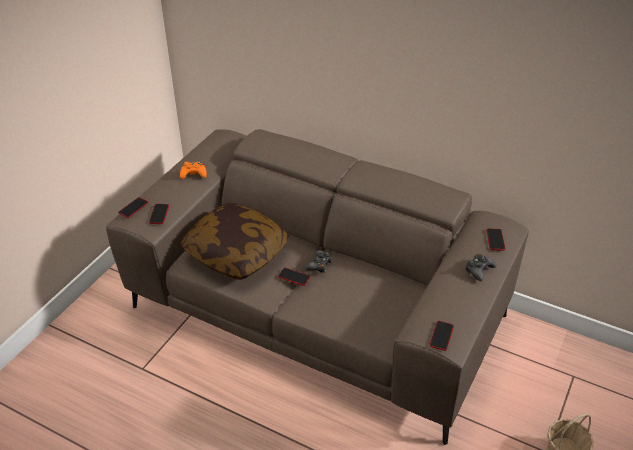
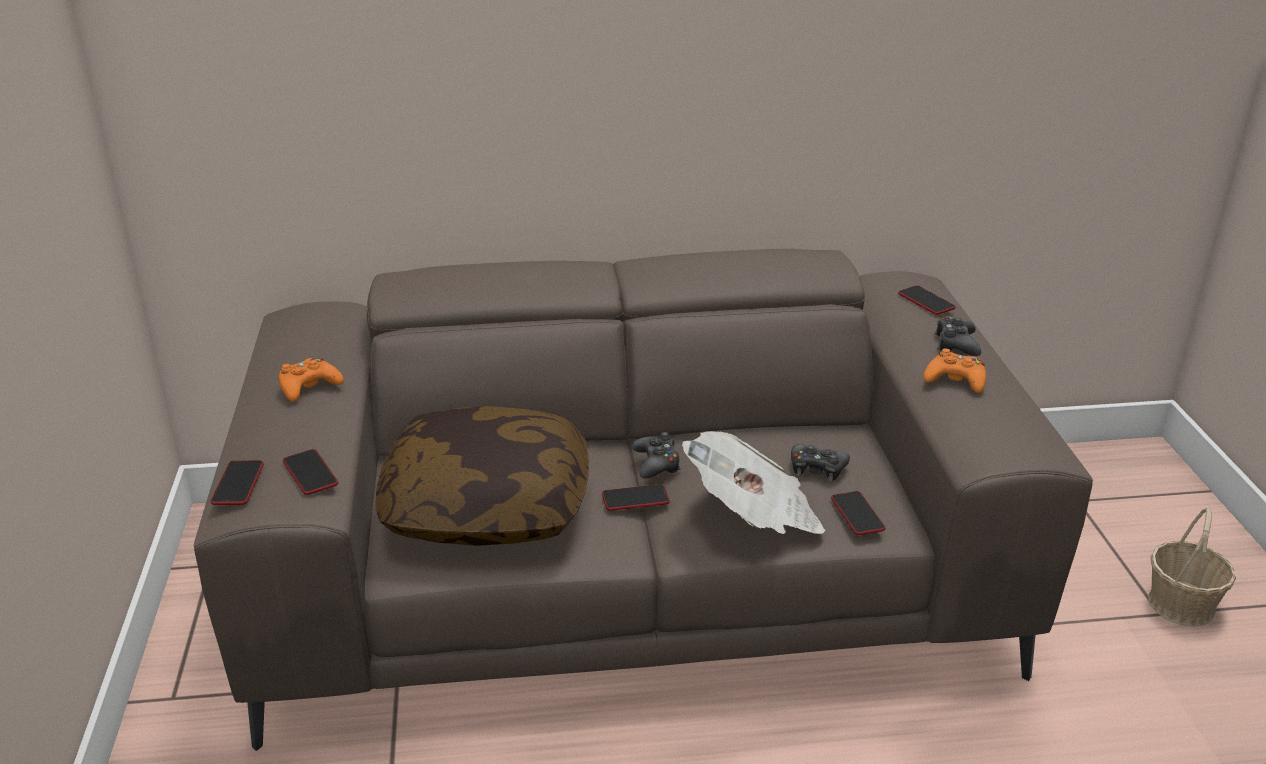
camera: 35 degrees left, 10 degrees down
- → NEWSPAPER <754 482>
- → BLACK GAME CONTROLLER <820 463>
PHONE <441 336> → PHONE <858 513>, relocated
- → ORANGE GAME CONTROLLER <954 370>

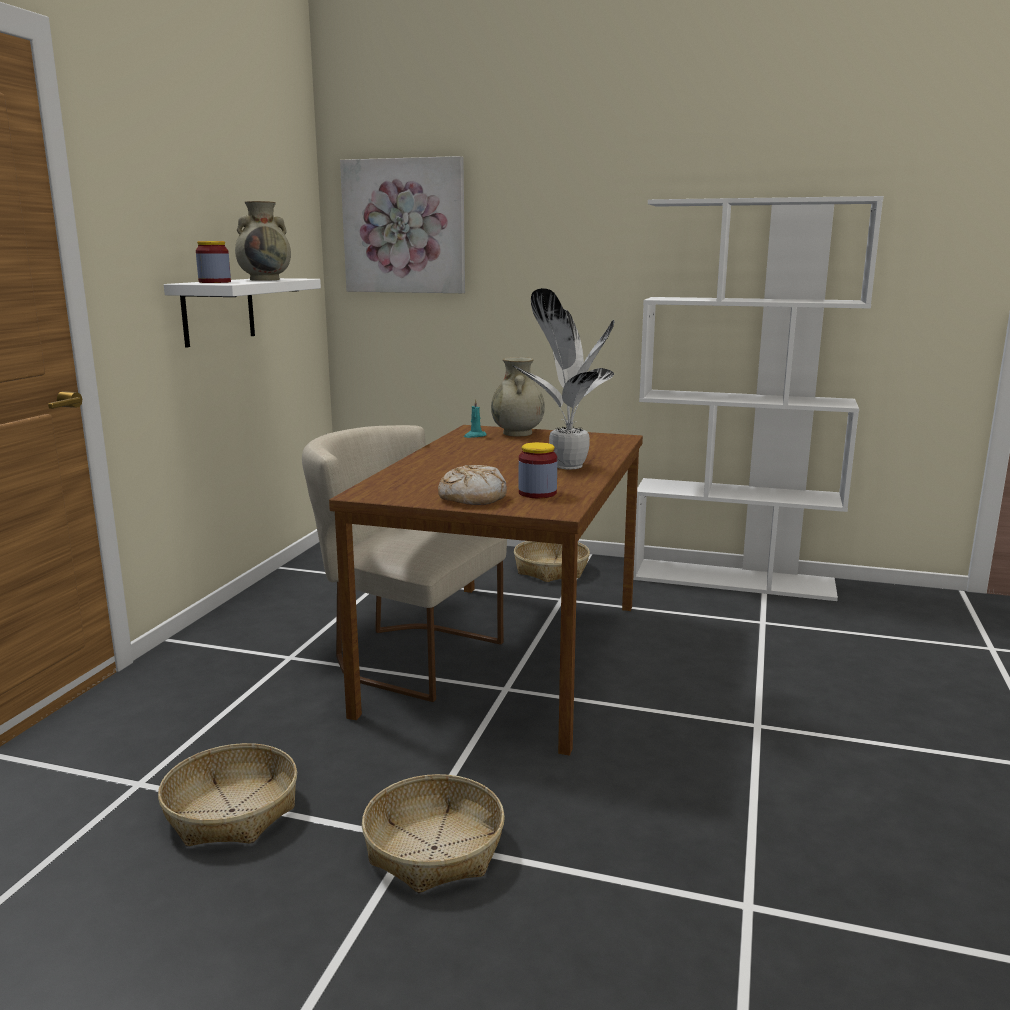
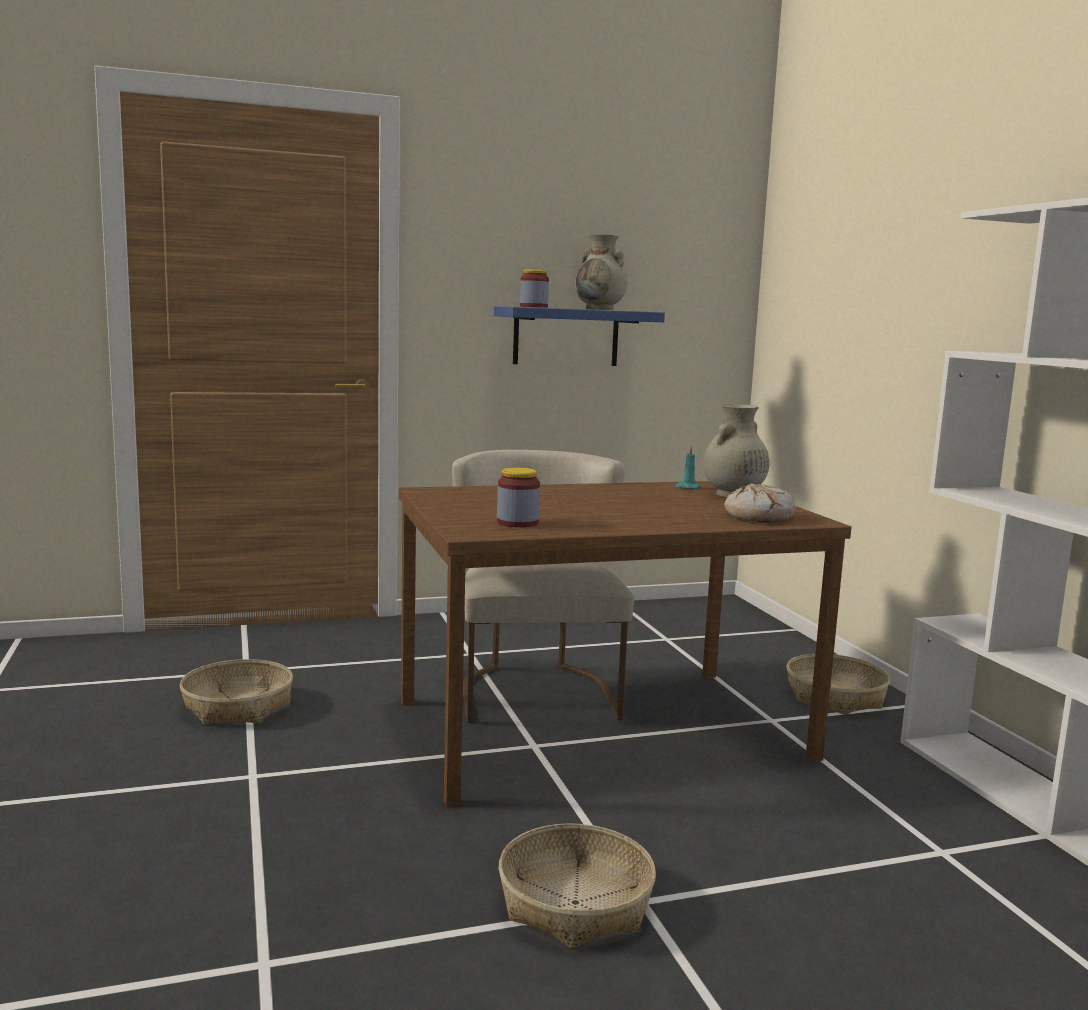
camera: 55 degrees right, 5 degrees down
WHITE SHELF <242 313> → BLUE SHELF <579 336>
BASKET <433 833> → BASKET <577 886>, relocated
BREAD <472 485> → BREAD <759 502>, relocated
PICTURE <402 224> → -
POTTED PLANT <563 379> → -

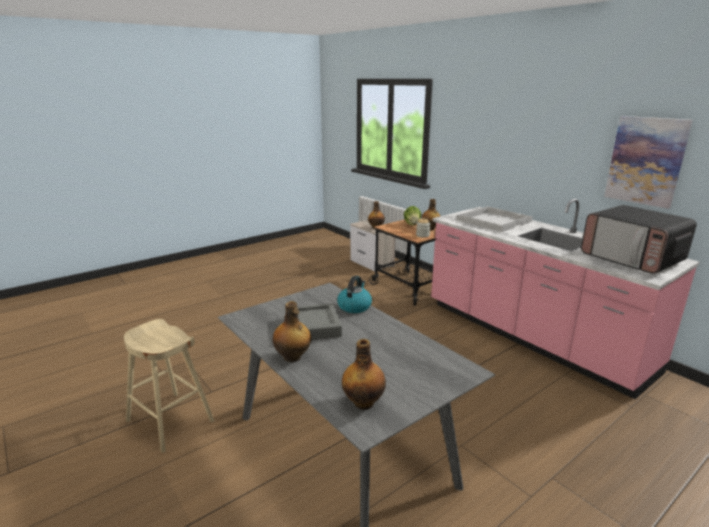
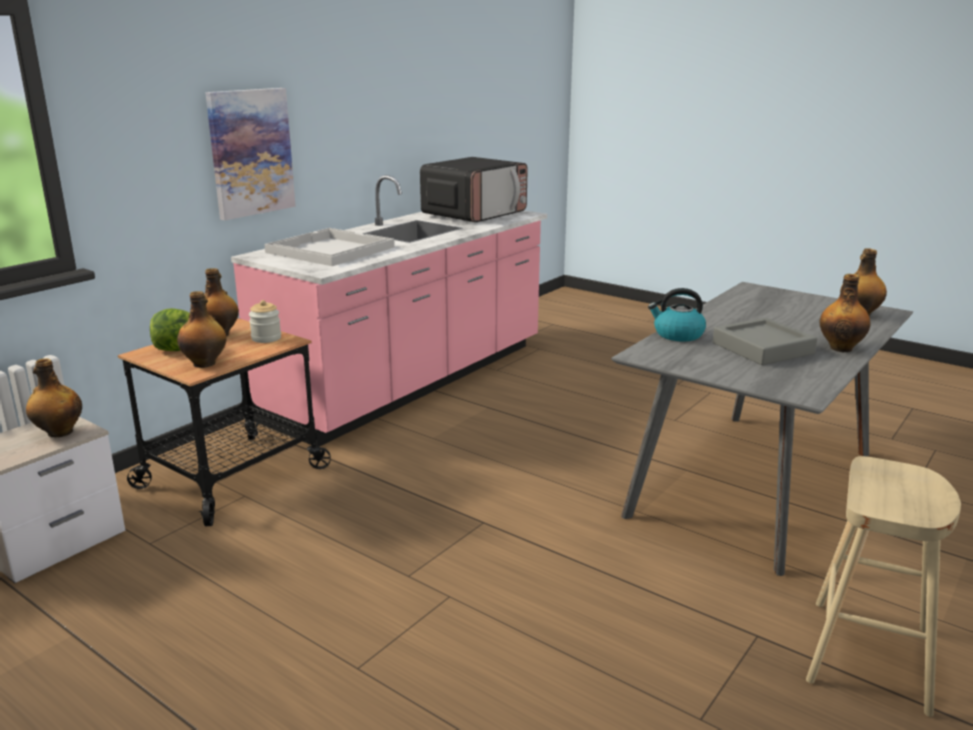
camera: 105 degrees left, 0 degrees up
- → BOTTLE <201 329>
PICTURE <648 162> → PICTURE <250 154>, relocated

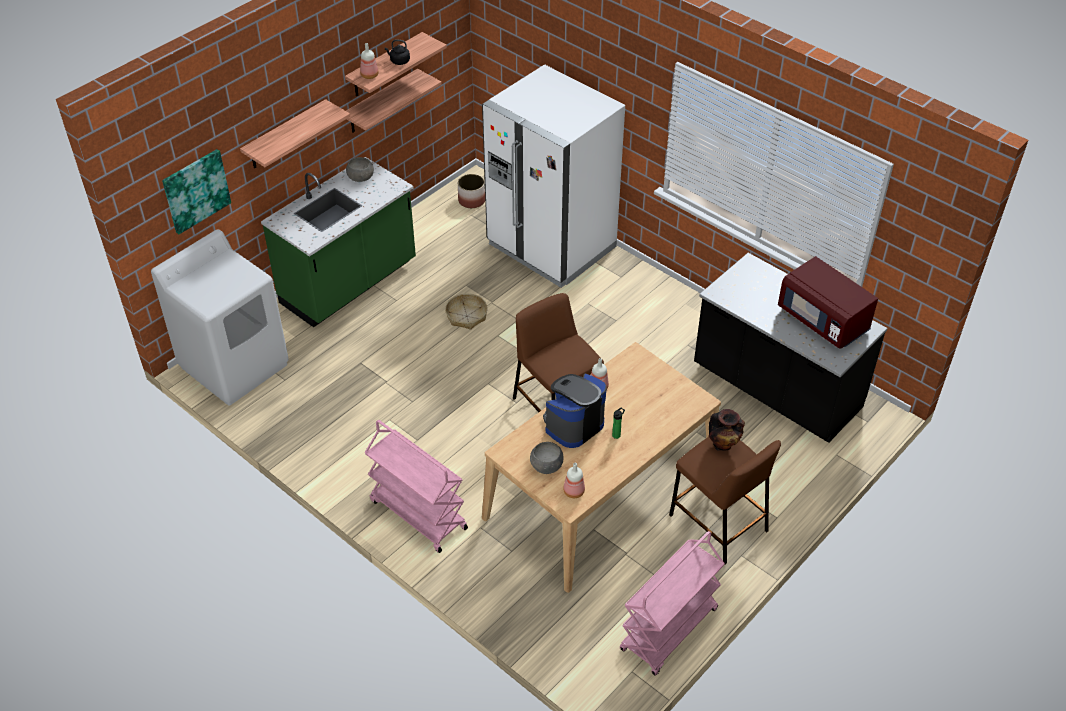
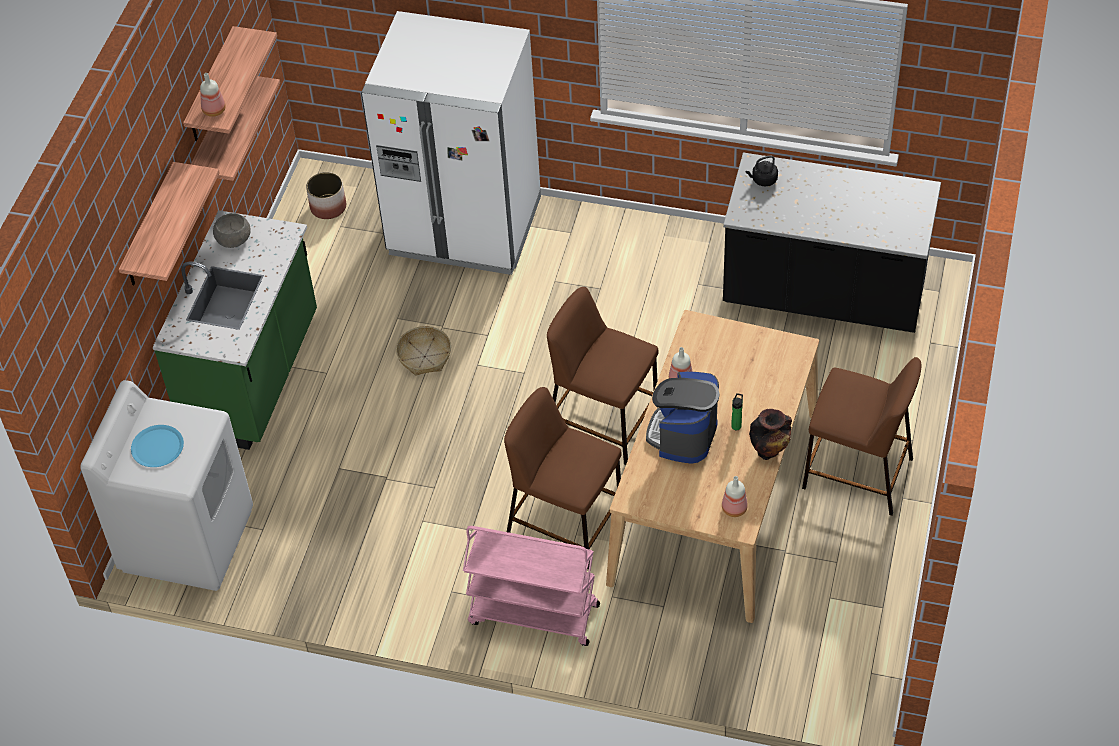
camera: 25 degrees left, 5 degrees up
- → BLUE PLATE <157 446>
- → BROWN STOOL <563 478>
BLACK KETTLE <397 52> → BLACK KETTLE <761 170>, relocated
VASE <727 430> → VASE <770 434>, relocated
PICTURE <196 191> → -
GREY BOWL <547 458> → -
PINK CART <672 603> → -
RED MICROWAVE <828 302> → -

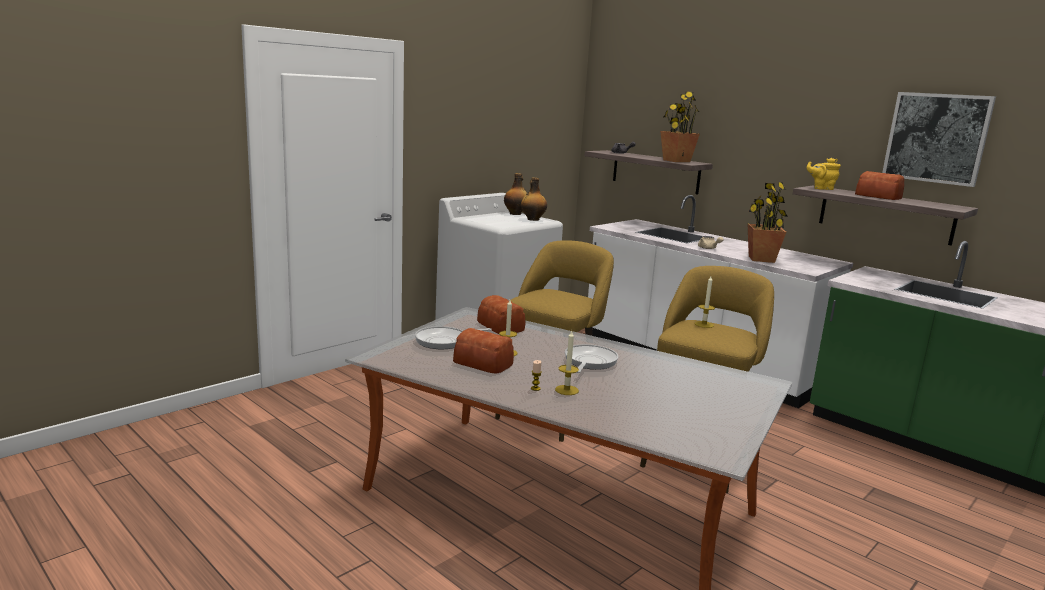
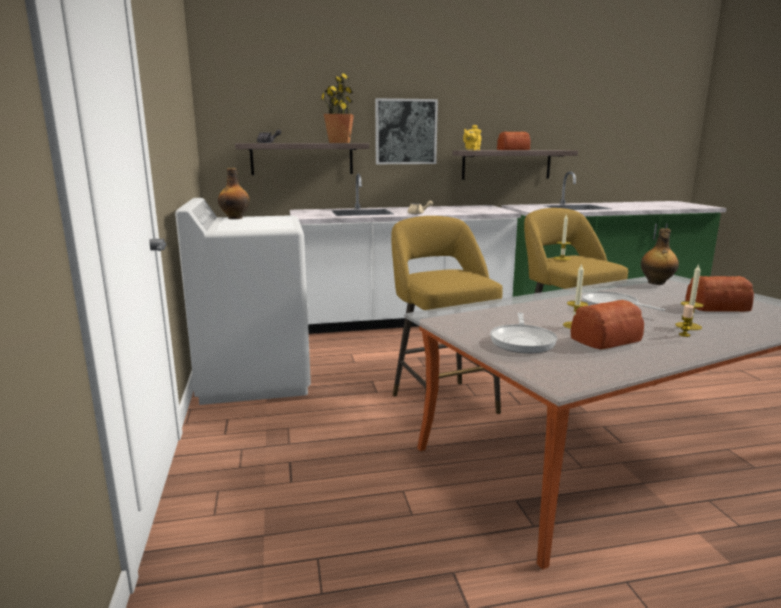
camera: 55 degrees left, 0 degrees up
PICTURE <939 139> → PICTURE <406 131>, relocated
BOTTLE <534 199> → BOTTLE <660 257>, relocated
BREAD <501 314> → BREAD <719 294>, relocated
POTTED PLANT <768 222> → -

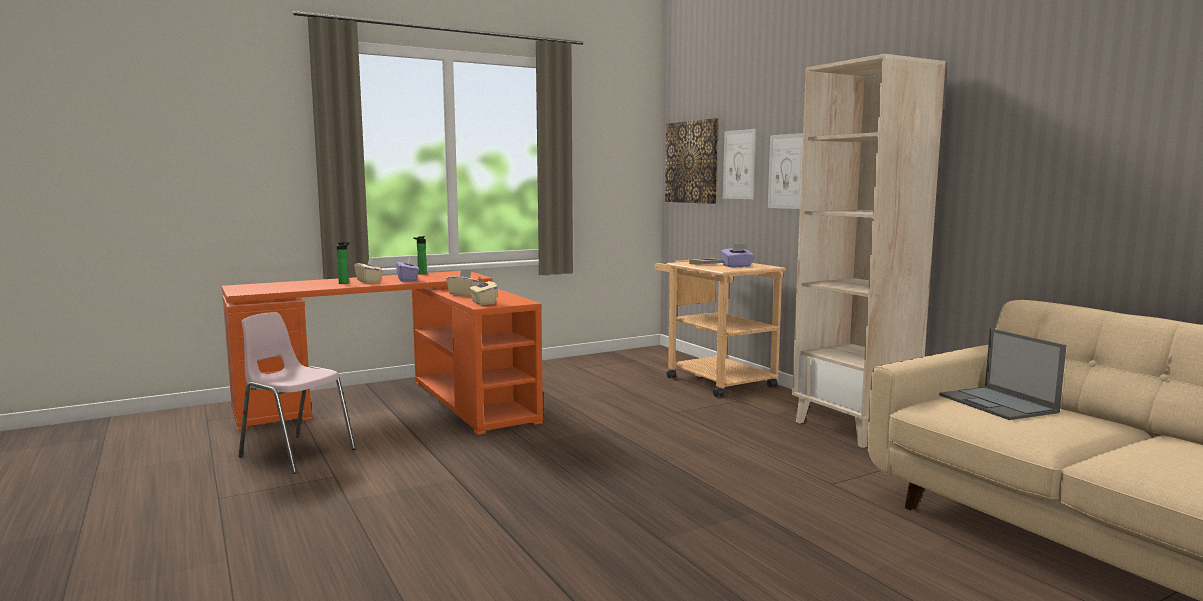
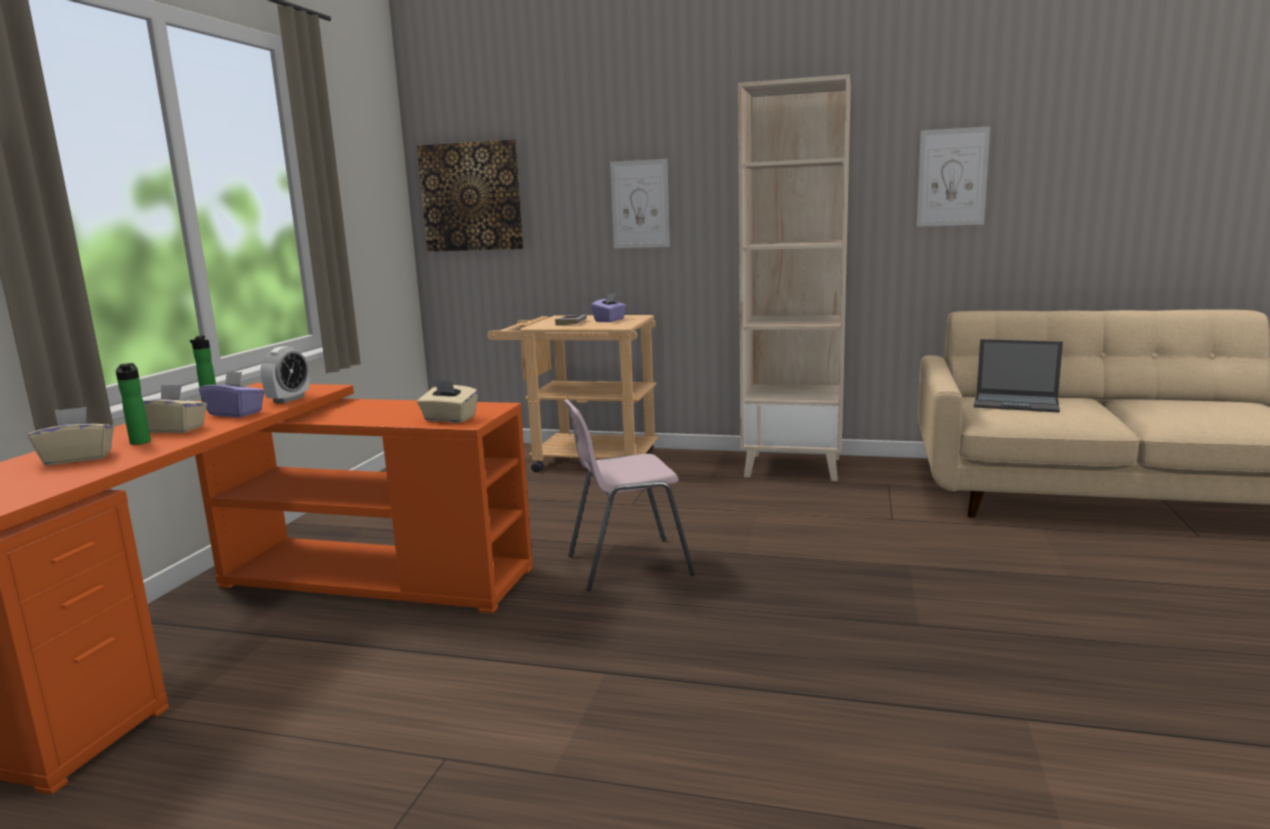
camera: 45 degrees left, 5 degrees up
BEIGE TISSUE BOX <464 282> → BEIGE TISSUE BOX <71 436>, relocated
- → ALARM CLOCK <285 374>
PINK CHAIR <297 393> → PINK CHAIR <629 495>, relocated
PICTURE <739 164> → PICTURE <953 176>, relocated

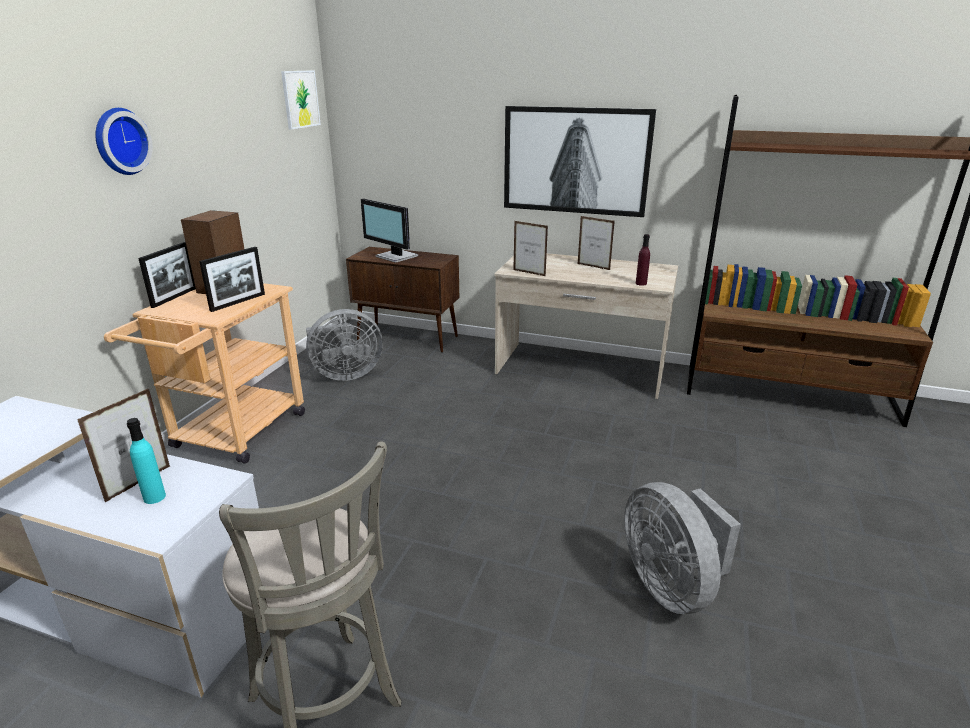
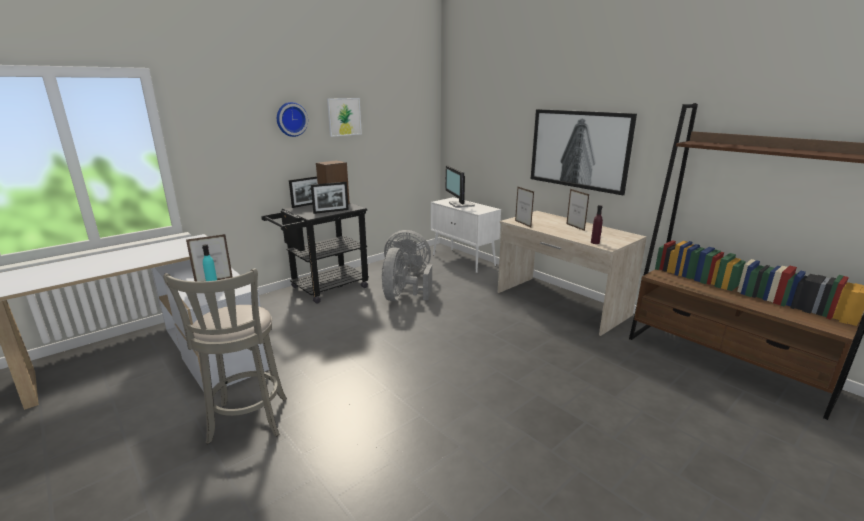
camera: 30 degrees right, 5 degrees down
BEIGE CART <204 373> → BLACK CART <315 253>
PICTURE <301 100> → PICTURE <344 117>, relocated
GREY FAN <682 548> → GREY FAN <407 274>, relocated
BROWN CABINET <402 300> → WHITE CABINET <466 235>

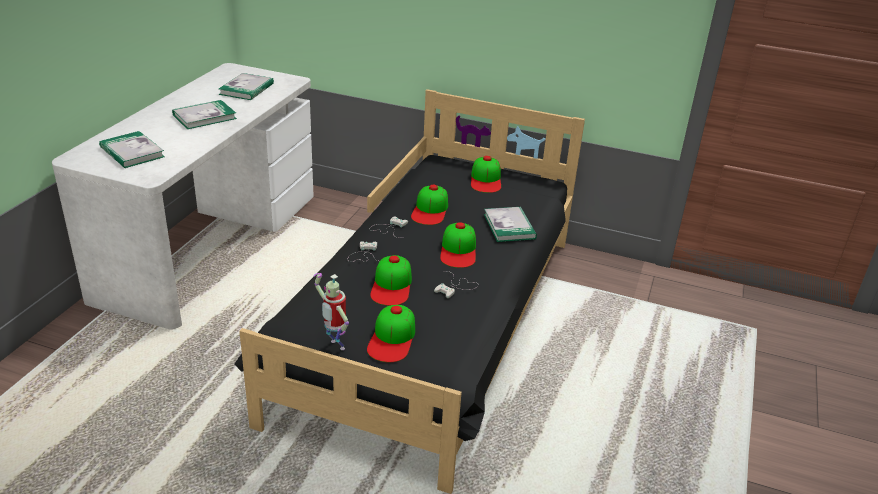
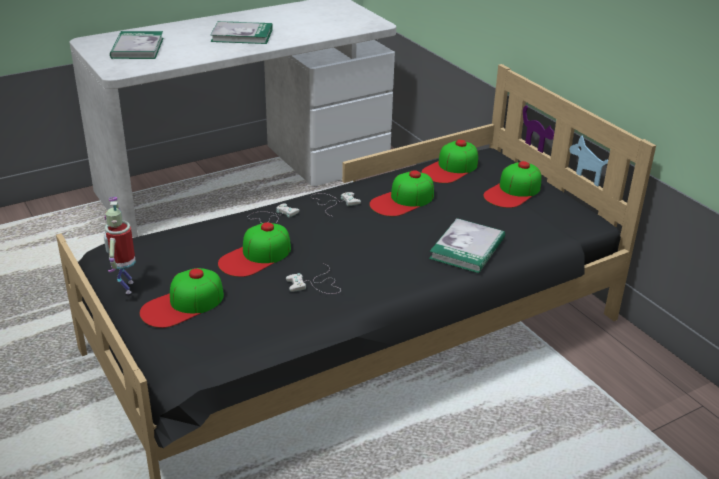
camera: 40 degrees right, 0 degrees up
CAP <458 245> → CAP <450 161>, relocated
BOOK <246 86> → -

